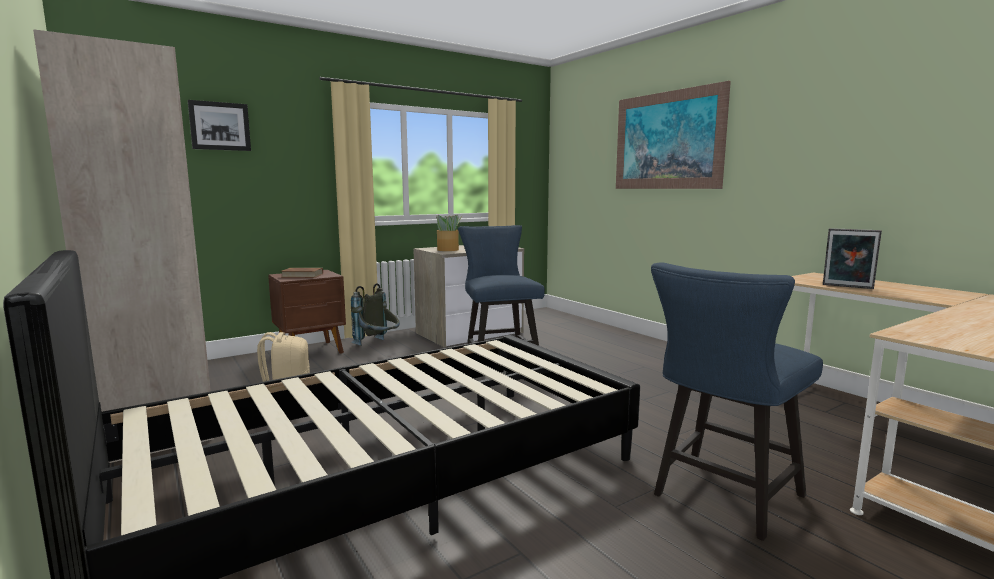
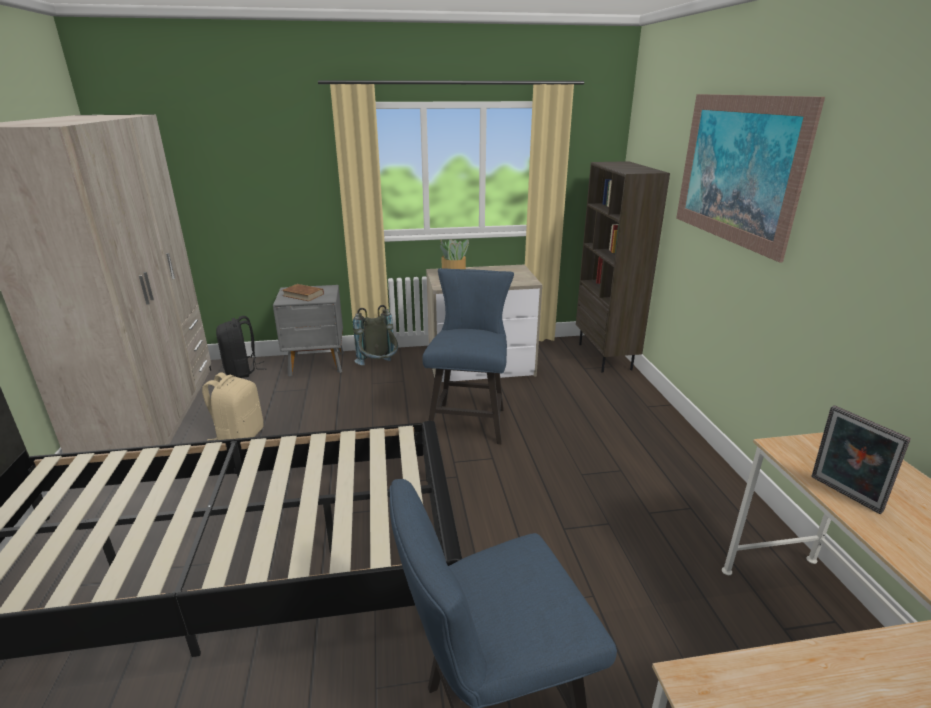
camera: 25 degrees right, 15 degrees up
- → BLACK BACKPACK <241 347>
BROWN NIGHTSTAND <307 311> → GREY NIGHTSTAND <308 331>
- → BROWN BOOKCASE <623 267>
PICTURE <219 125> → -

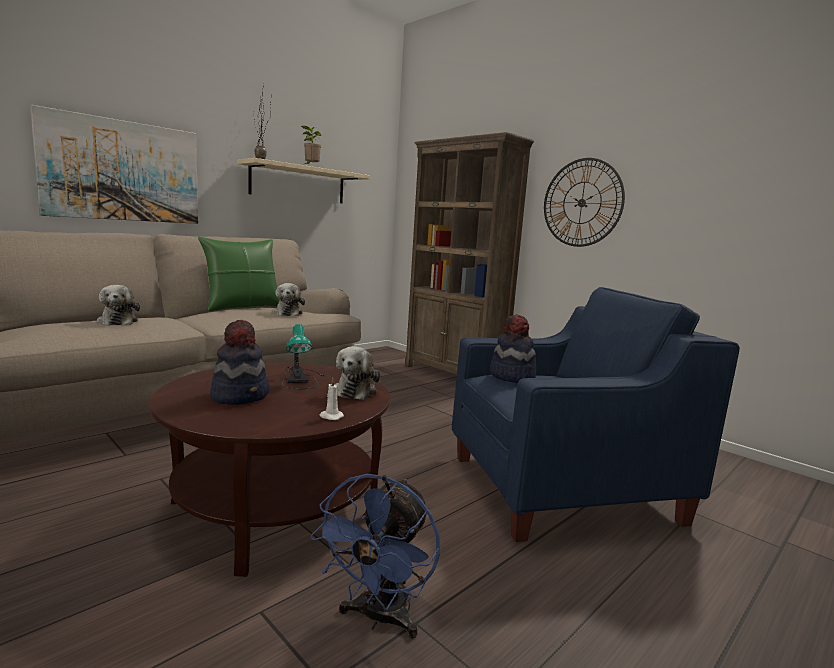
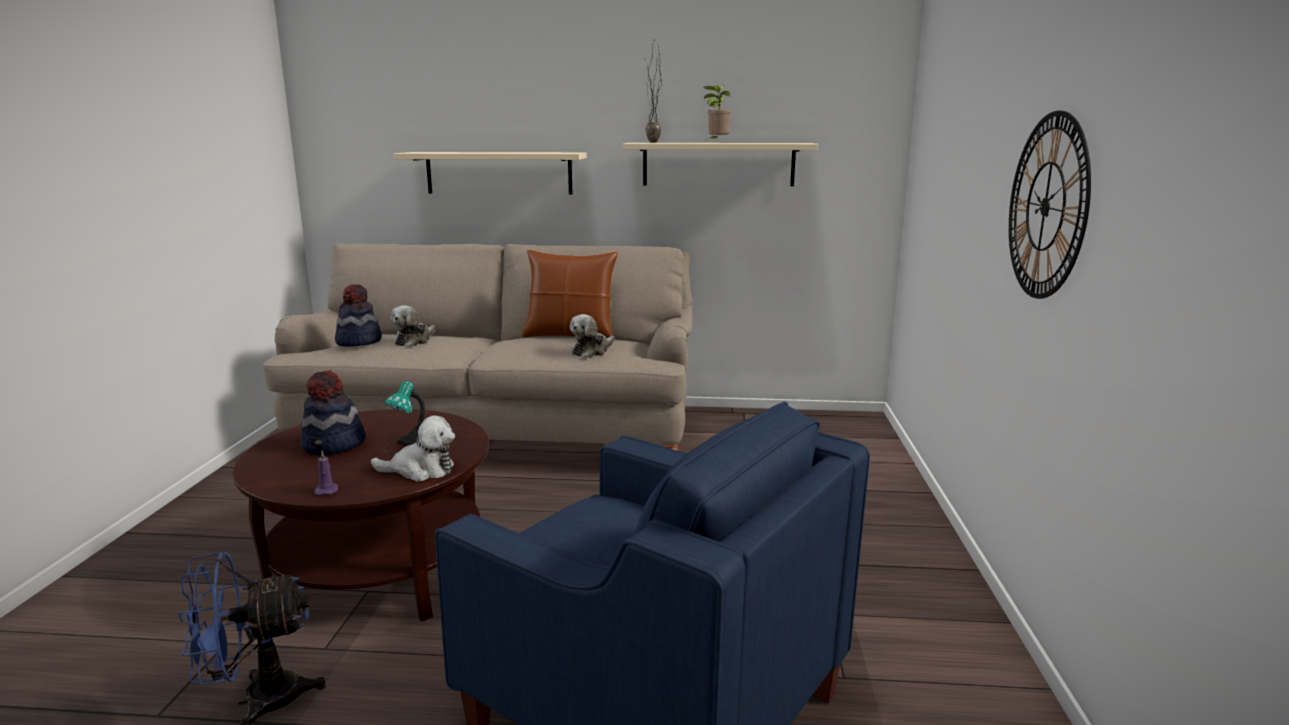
camera: 50 degrees right, 5 degrees up
WHITE CANDLE <332 399> → PURPLE CANDLE <326 473>
HAT <513 348> → HAT <358 315>, relocated
PLUSH TOY <358 373> → PLUSH TOY <413 449>, 150 degrees counterclockwise
PICTURE <114 164> → BEIGE SHELF <490 173>
GREEN PILLOW <239 274> → BROWN PILLOW <570 294>
BROWN BOOKCASE <469 253> → -

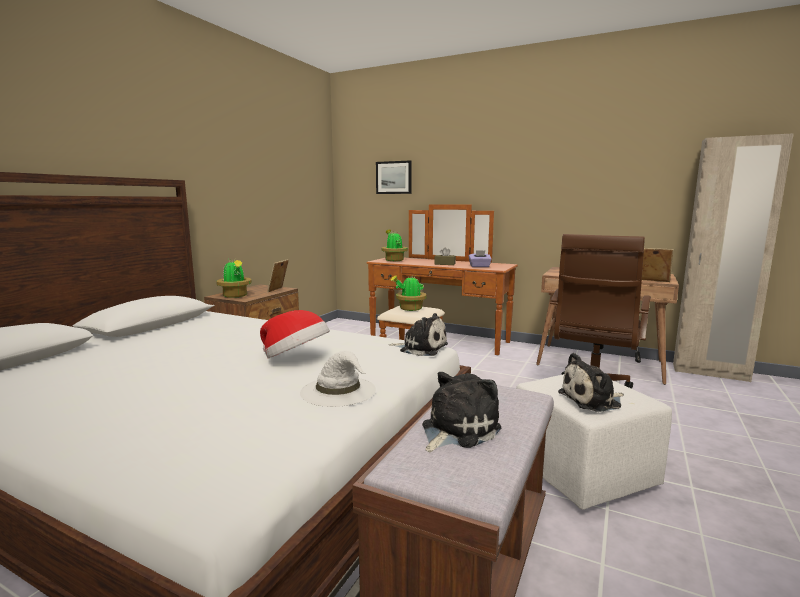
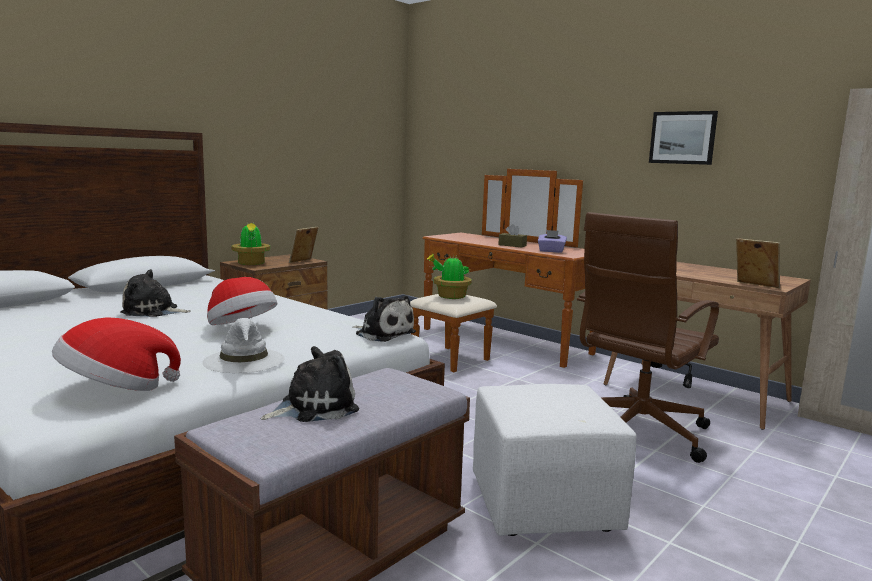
camera: 15 degrees right, 0 degrees up
- → HAT <116 354>
PLUSH TOY <591 382> → PLUSH TOY <156 293>, relocated
PICTURE <394 177> → PICTURE <683 138>, relocated
POTTED PLANT <394 245> → -

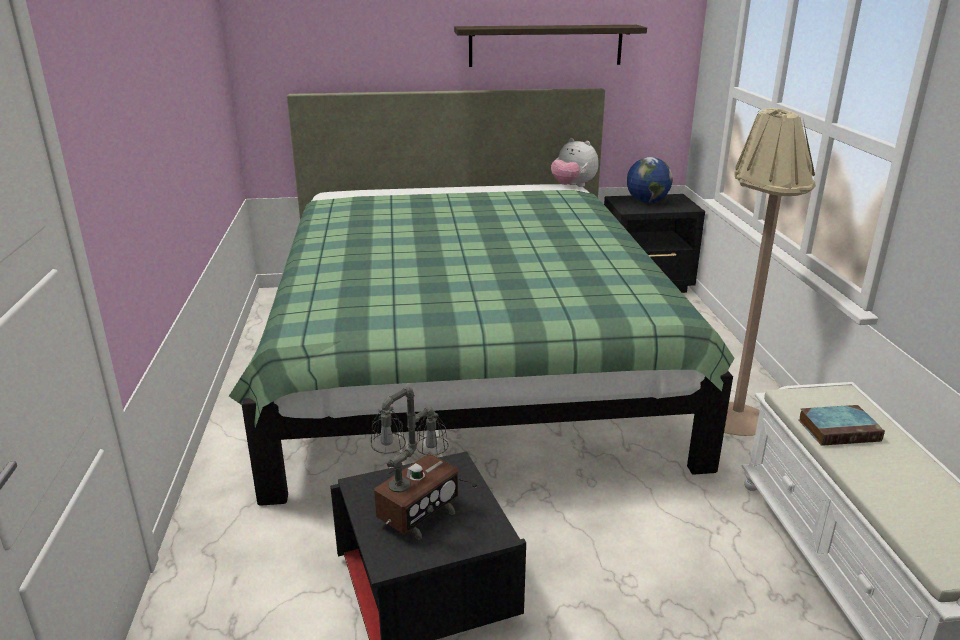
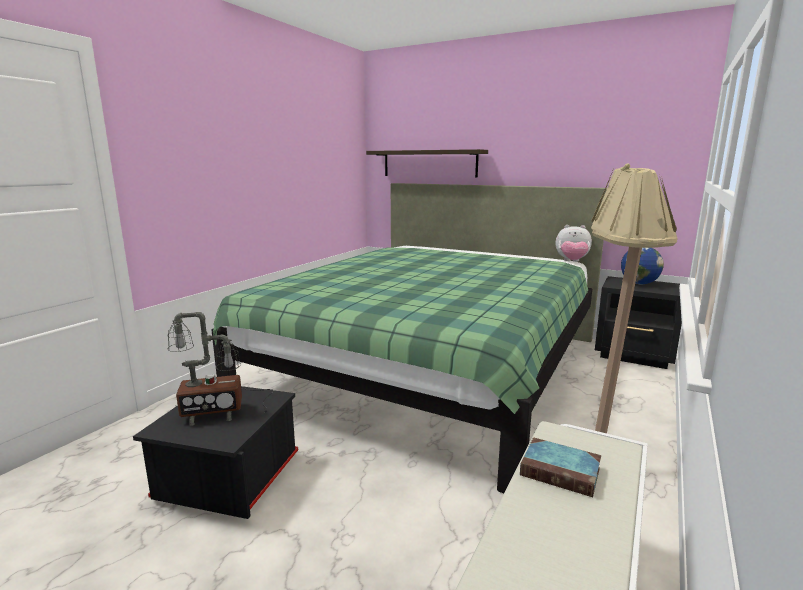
camera: 35 degrees right, 10 degrees down
SHELF <550 46> → SHELF <427 163>, relocated
PLUSH TOY <575 162> → PLUSH TOY <574 243>, 60 degrees counterclockwise

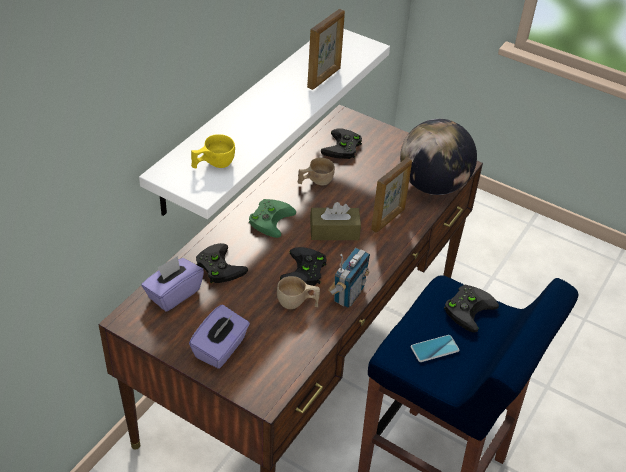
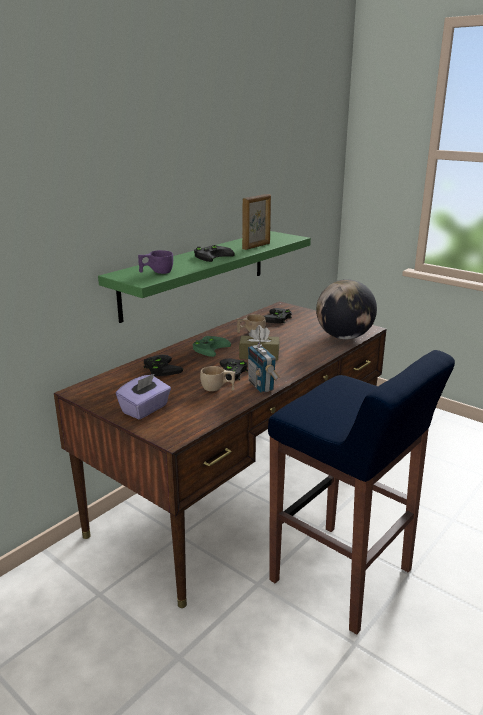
camera: 10 degrees right, 20 degrees down
WHITE SHELF <264 124> → GREEN SHELF <204 277>
YELLOW CUP <213 151> → PURPLE CUP <155 262>
BLACK GAME CONTROLLER <471 308> → BLACK GAME CONTROLLER <214 253>, relocated
RADIO <349 278> → RADIO <264 359>, 120 degrees clockwise
PURPLE TISSUE BOX <172 284> → -
PICTURE FRAME <391 195> → -
PHONE <435 348> → -

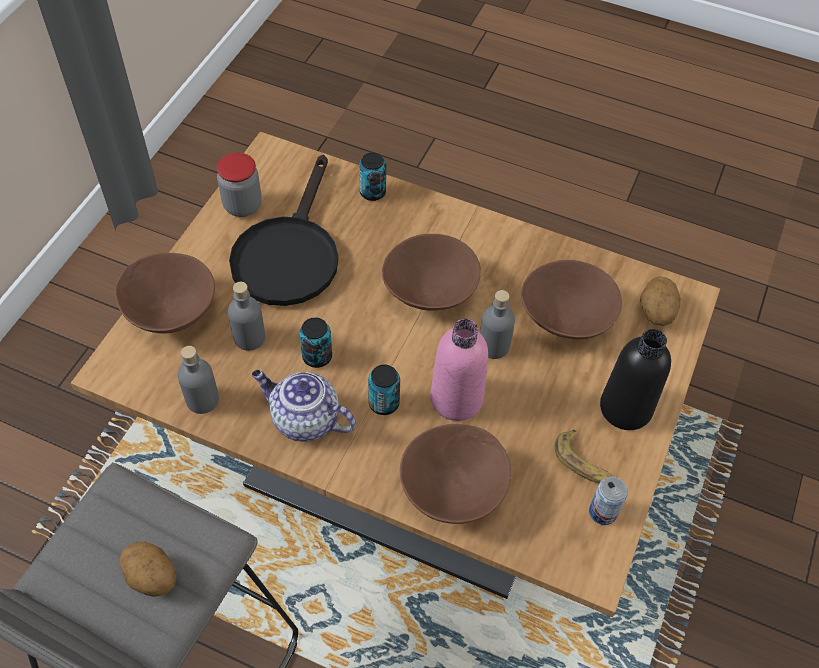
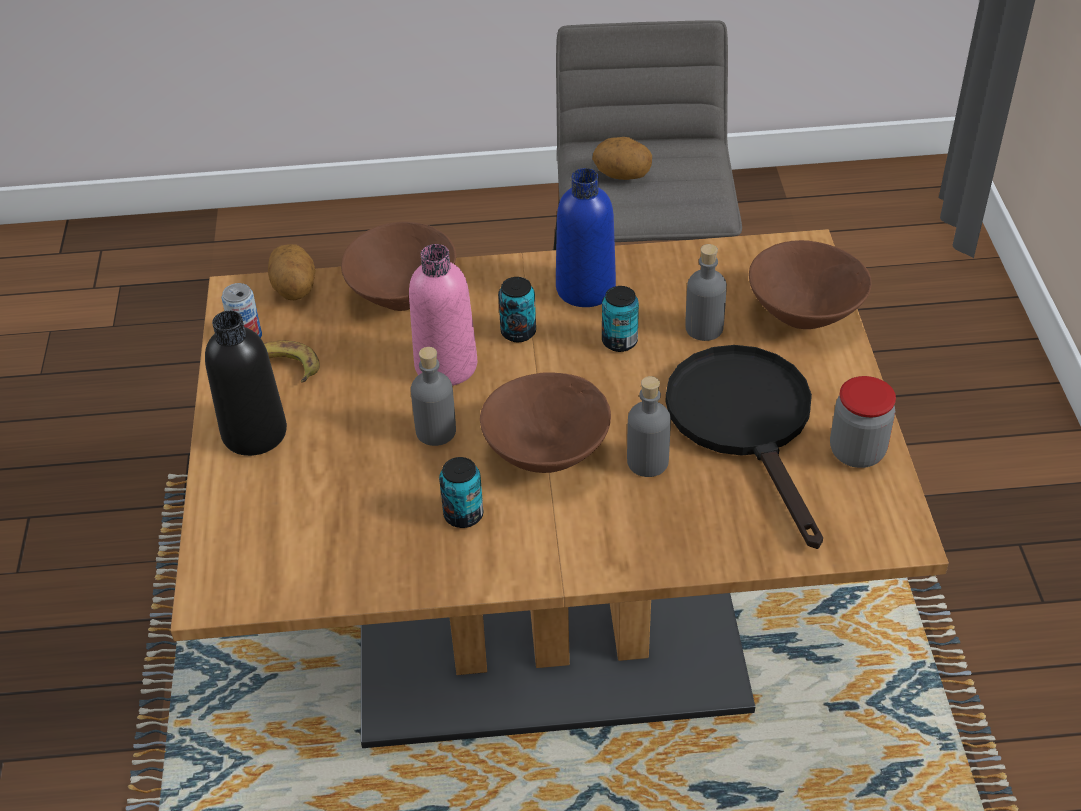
camera: 155 degrees right, 10 degrees down
POTATO <660 301> → POTATO <292 272>, relocated
CAN <372 176> → CAN <461 492>, relocated
TEAPOT <304 406> → BLUE BOTTLE <586 237>
GREY BOTTLE <198 380> → GREY BOTTLE <649 426>, relocated
BROWN BOWL <571 299> → -

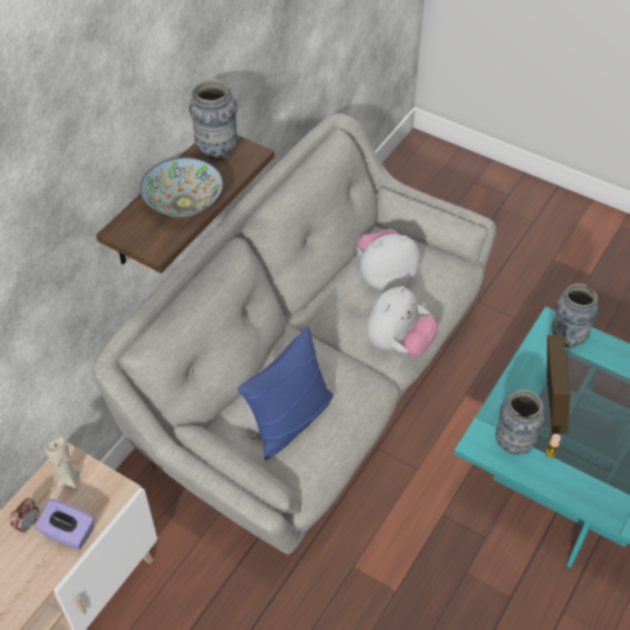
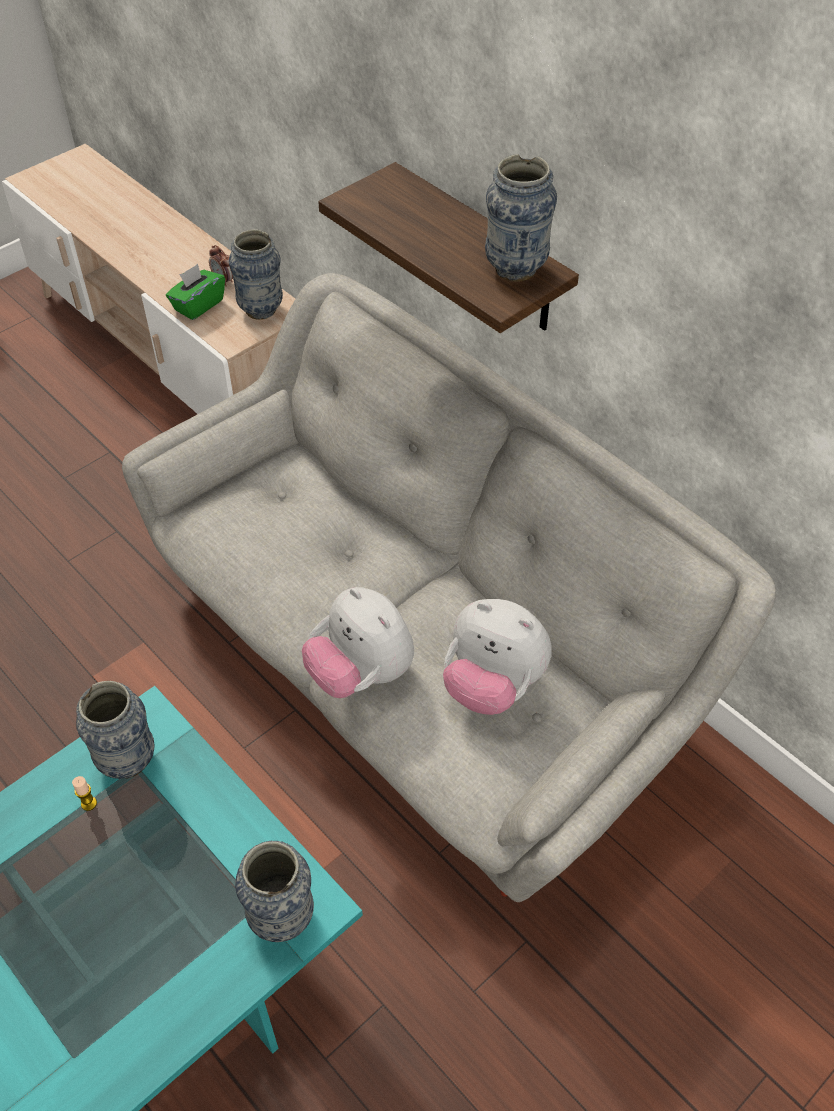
camera: 105 degrees right, 0 degrees up
PURPLE TISSUE BOX <64 524> → GREEN TISSUE BOX <195 292>
BEIGE CANDLE <62 464> → VASE <256 274>
PLUSH TOY <388 260> → PLUSH TOY <497 657>, 120 degrees clockwise
BOWL <181 187> → -
BLUE PILLOW <286 393> → -
PICTURE FRAME <558 384> → -

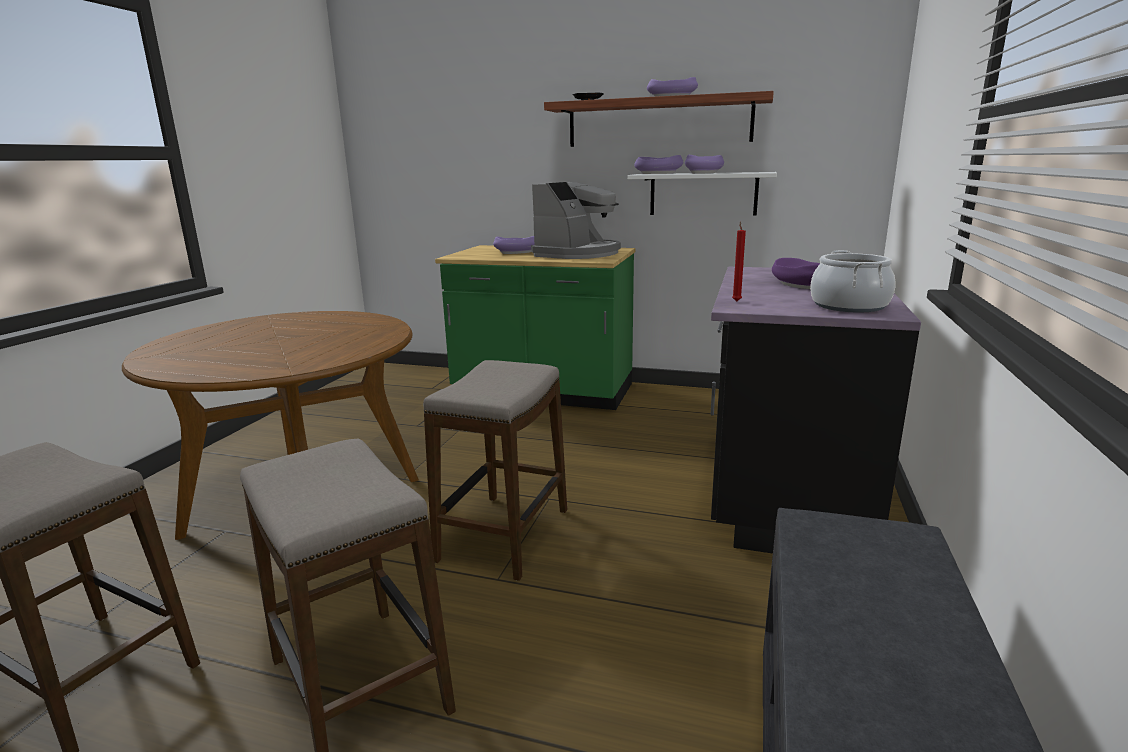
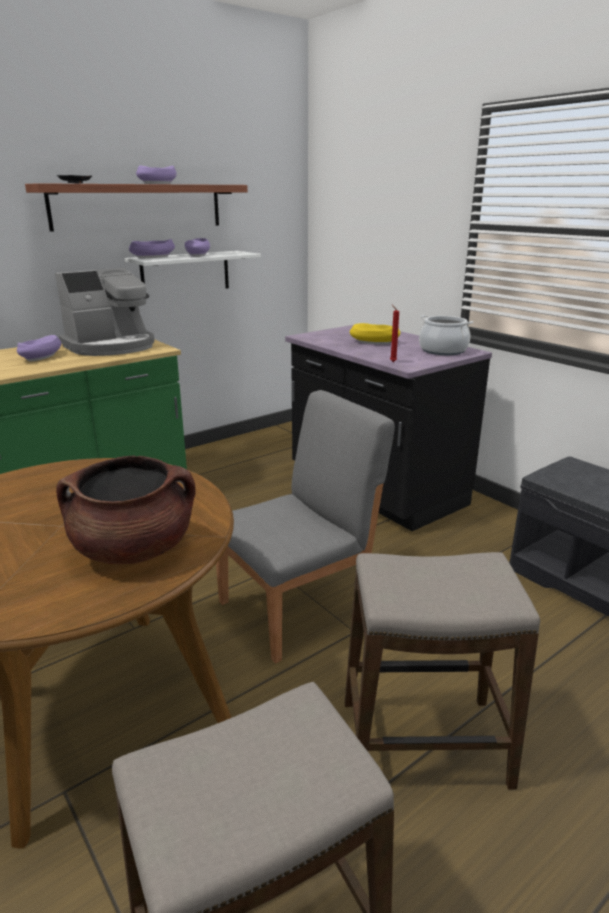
camera: 55 degrees left, 5 degrees up
COFFEE MACHINE <576 220> → COFFEE MACHINE <104 312>, 75 degrees clockwise
- → BROWN COOKING POT <126 509>
STOOL <495 470> → GREY CHAIR <305 526>
PURPLE BOWL <796 273> → YELLOW BOWL <375 333>

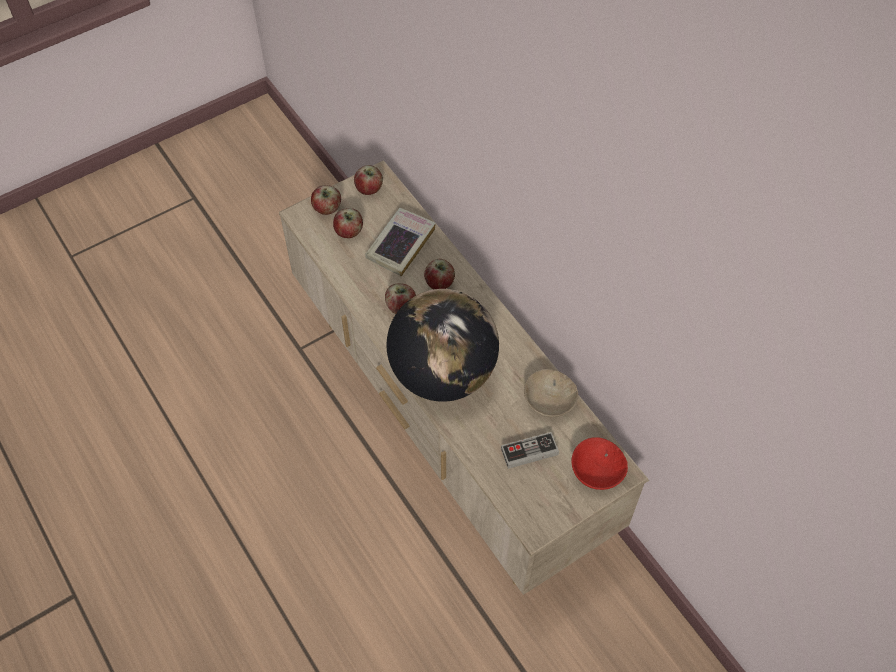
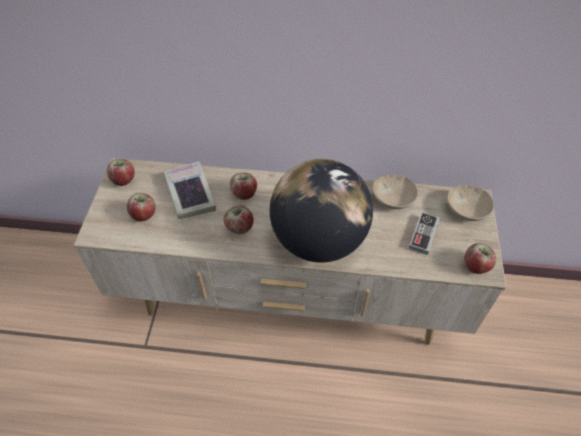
camera: 50 degrees left, 5 degrees down
RED BOWL <599 463> → BEIGE BOWL <470 203>
APPLE <326 200> → APPLE <480 258>, relocated

